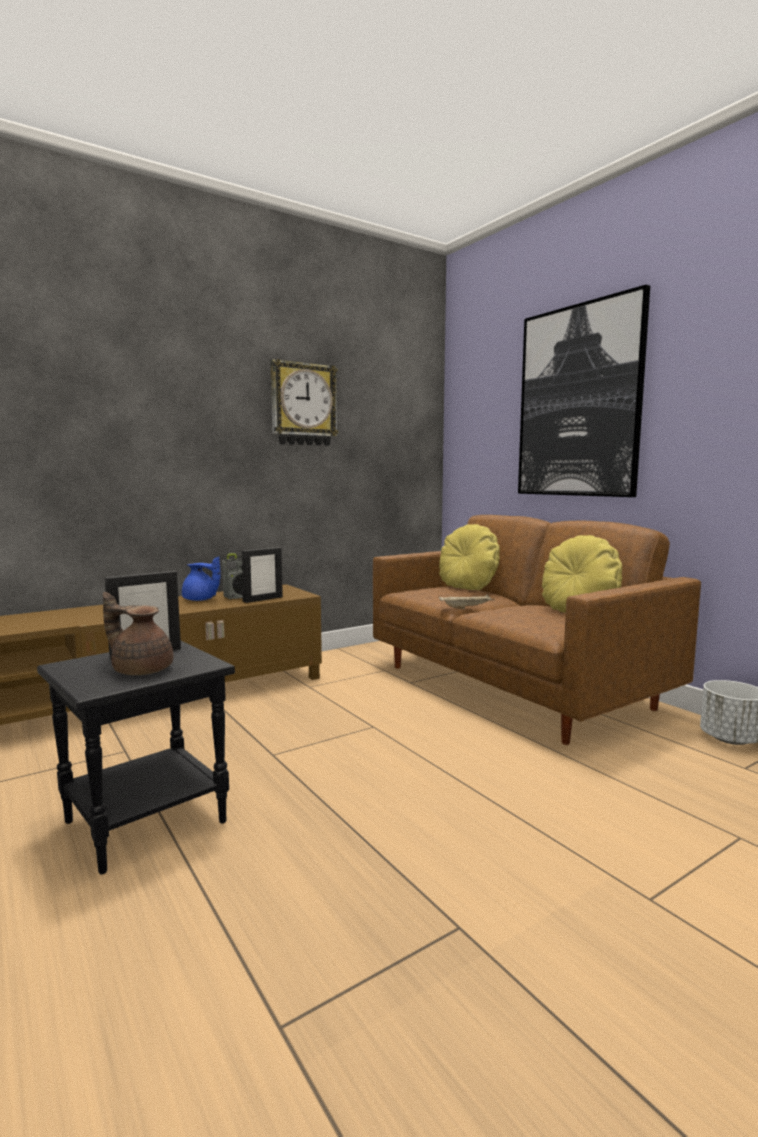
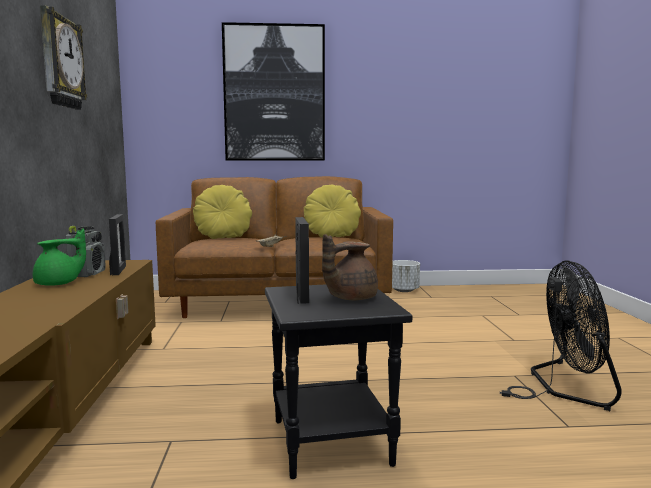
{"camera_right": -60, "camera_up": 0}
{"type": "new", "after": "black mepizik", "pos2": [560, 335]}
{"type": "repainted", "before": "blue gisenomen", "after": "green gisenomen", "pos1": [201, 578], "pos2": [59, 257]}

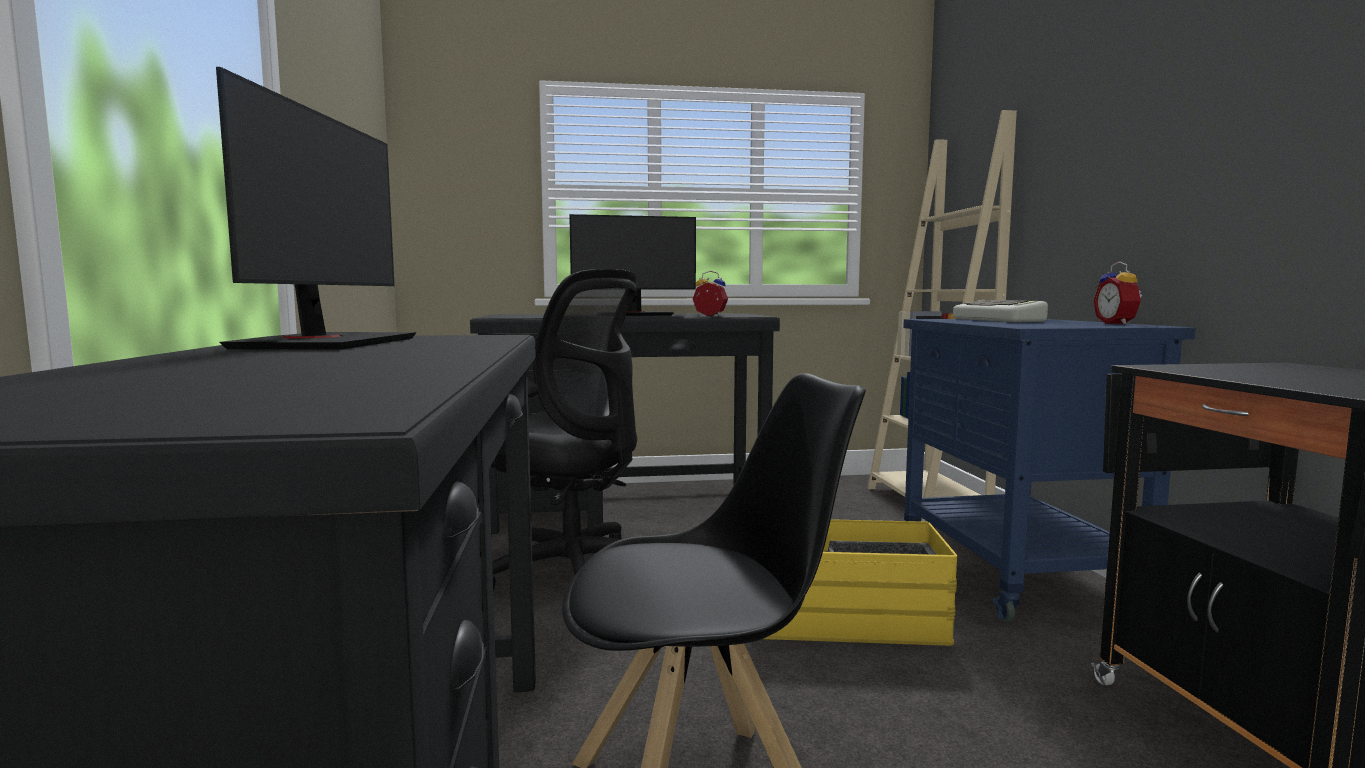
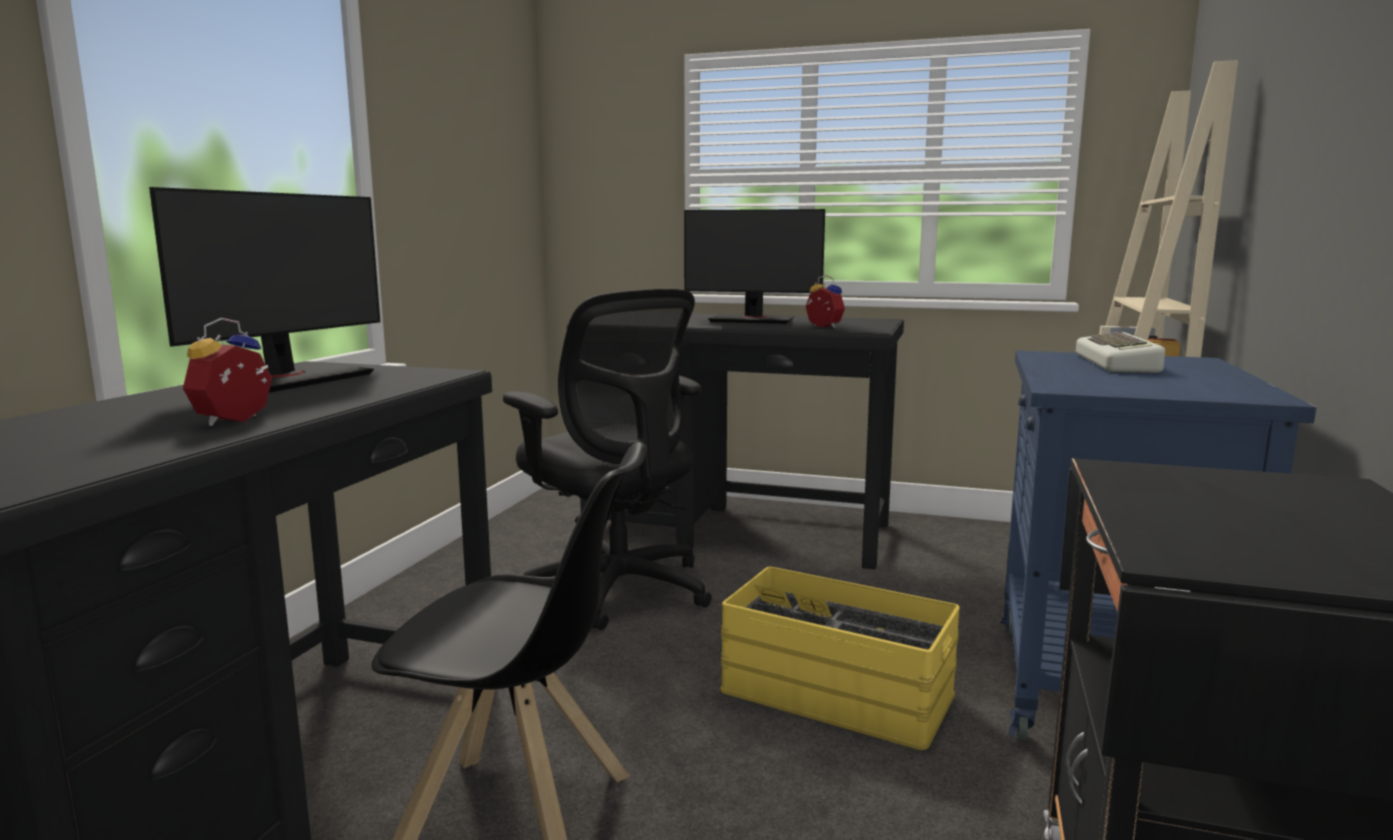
{"camera_right": 25, "camera_up": 5}
{"type": "shifted", "before": "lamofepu", "pos1": [1117, 292], "pos2": [227, 372]}

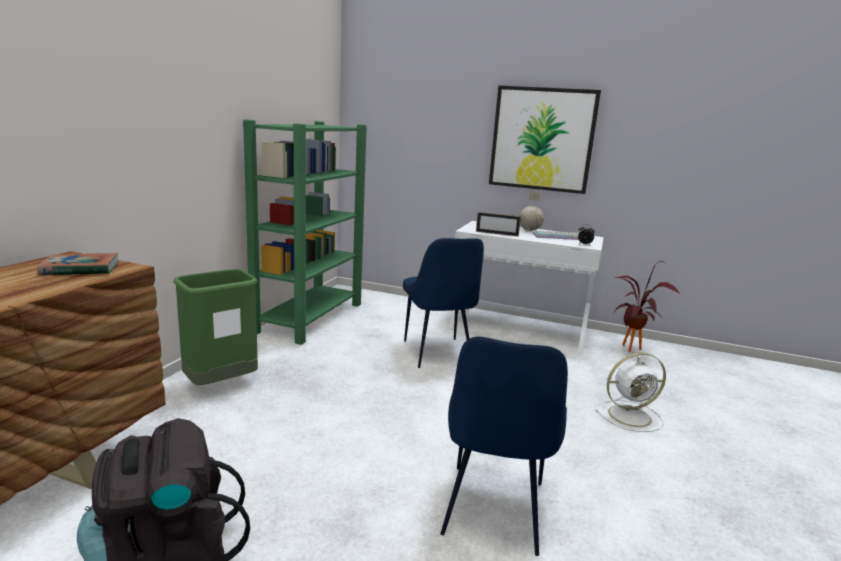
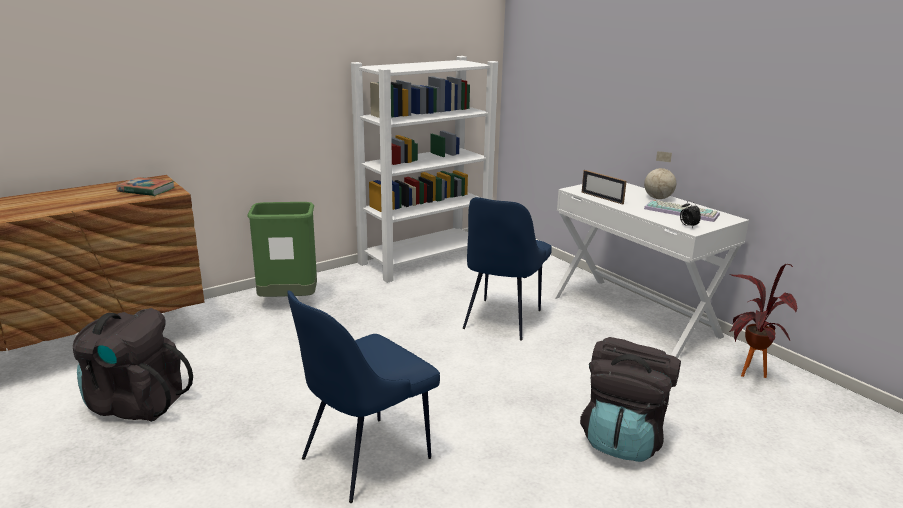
{"camera_right": 35, "camera_up": 5}
{"type": "gone", "before": "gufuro", "pos1": [545, 140]}
{"type": "swapped", "before": "white mepizik", "after": "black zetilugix", "pos1": [630, 392], "pos2": [630, 399]}
{"type": "repainted", "before": "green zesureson", "after": "white zesureson", "pos1": [305, 232], "pos2": [424, 169]}

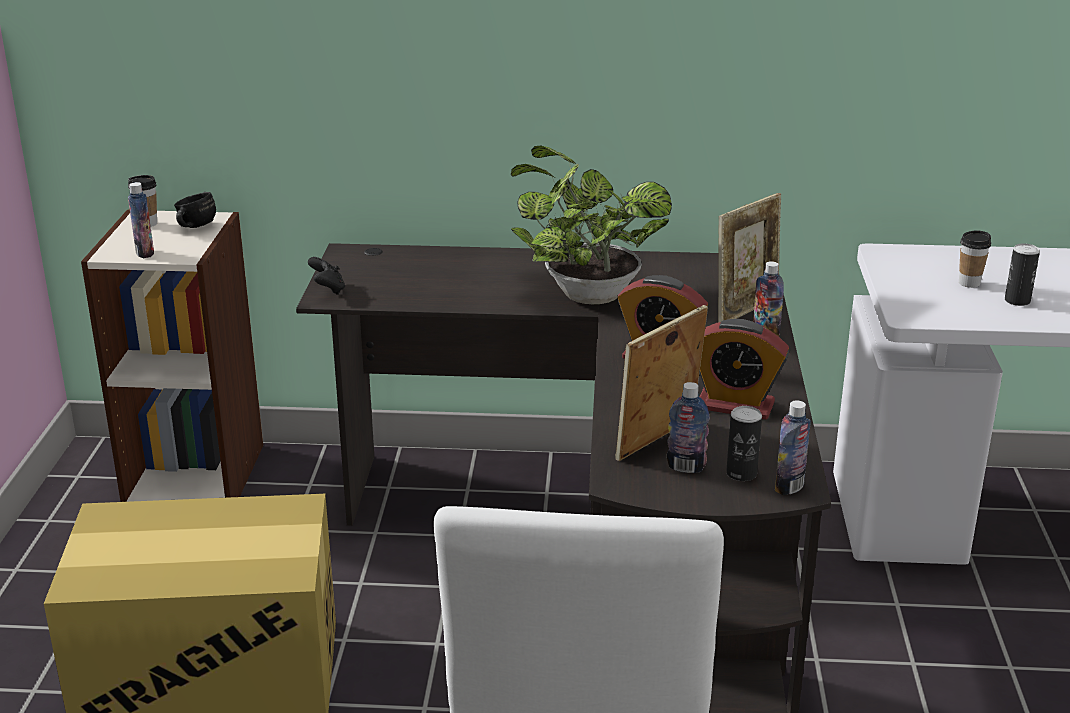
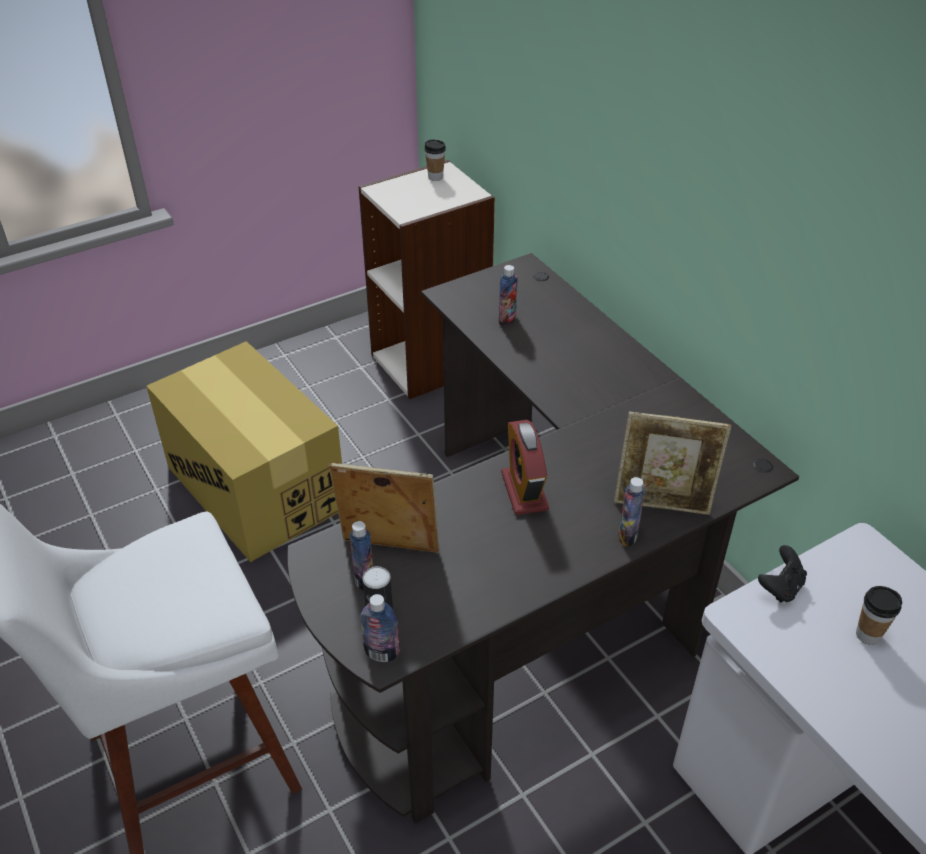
{"camera_right": 55, "camera_up": 15}
{"type": "gone", "before": "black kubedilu", "pos1": [195, 210]}
{"type": "gone", "before": "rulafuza", "pos1": [591, 225]}
{"type": "gone", "before": "lamofepu", "pos1": [744, 369]}
{"type": "gone", "before": "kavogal", "pos1": [1022, 274]}
{"type": "shifted", "before": "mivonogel", "pos1": [141, 220], "pos2": [508, 295]}
{"type": "shifted", "before": "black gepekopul", "pos1": [326, 276], "pos2": [782, 574]}

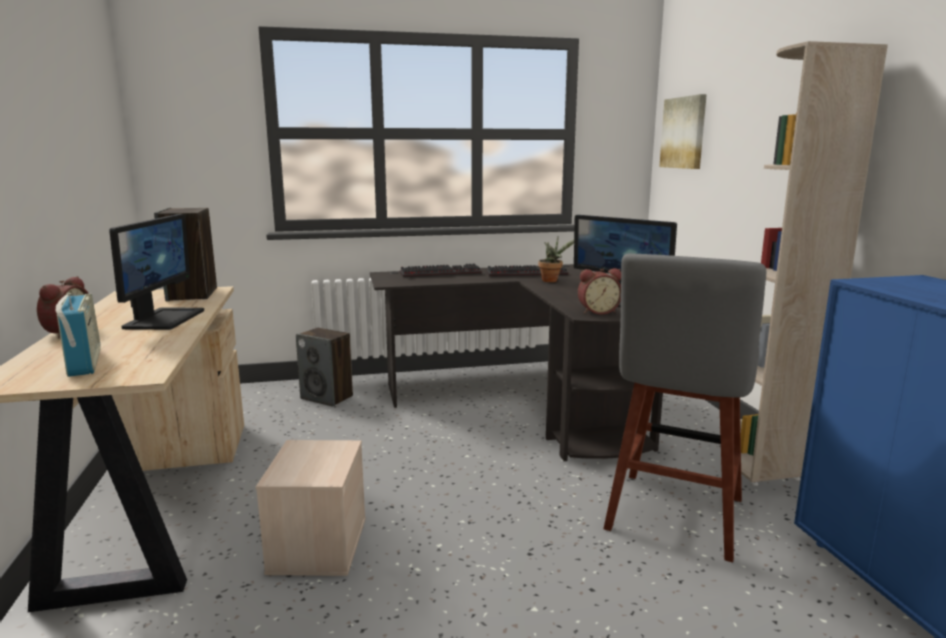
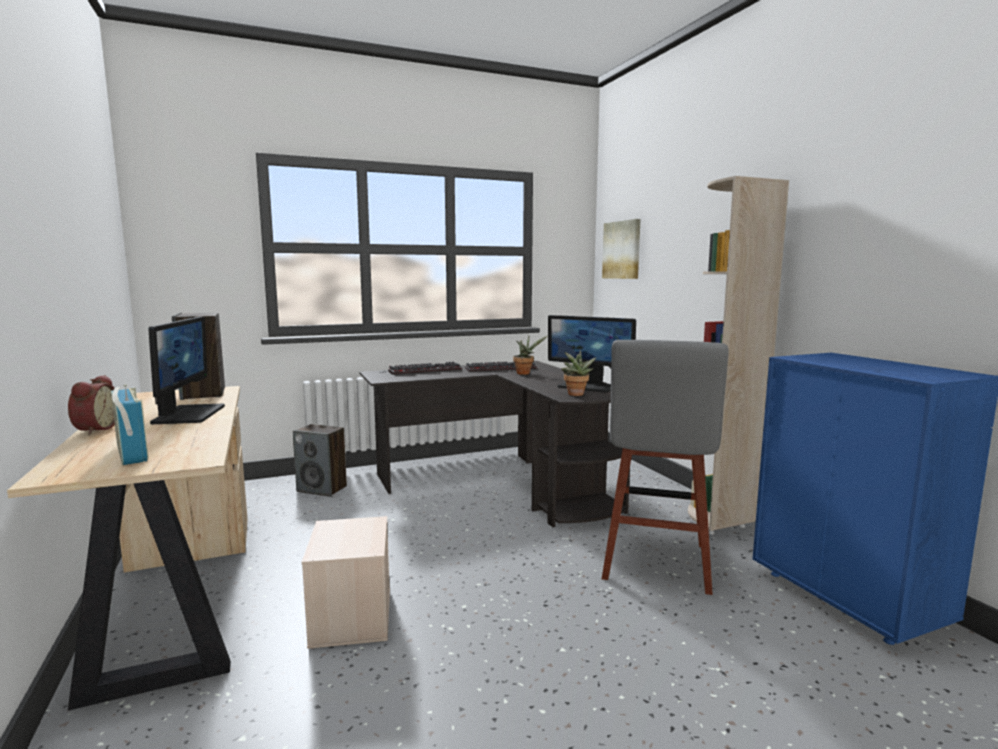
{"camera_right": -10, "camera_up": -5}
{"type": "swapped", "before": "lamofepu", "after": "rulafuza", "pos1": [599, 291], "pos2": [579, 373]}

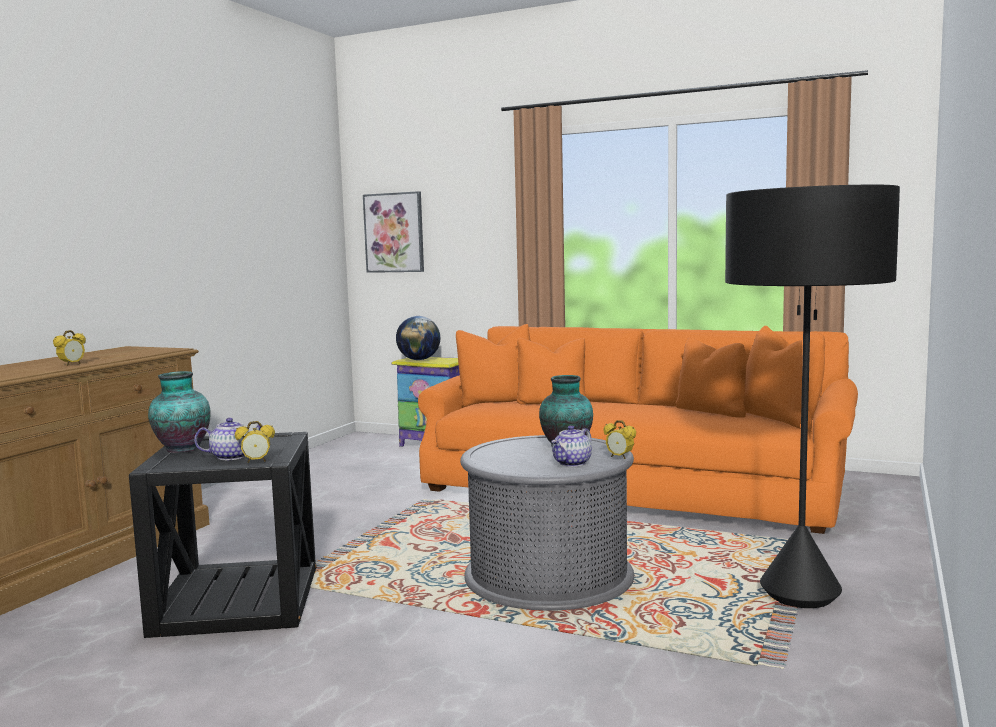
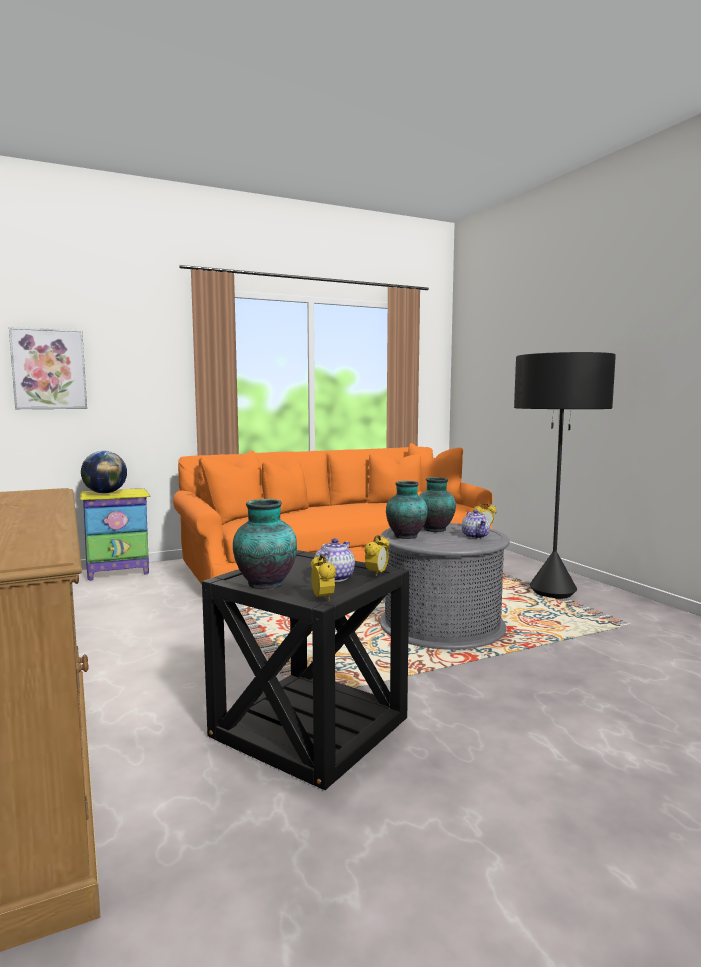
{"camera_right": -50, "camera_up": 0}
{"type": "new", "after": "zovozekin", "pos2": [407, 510]}
{"type": "shifted", "before": "lamofepu", "pos1": [69, 348], "pos2": [323, 577]}

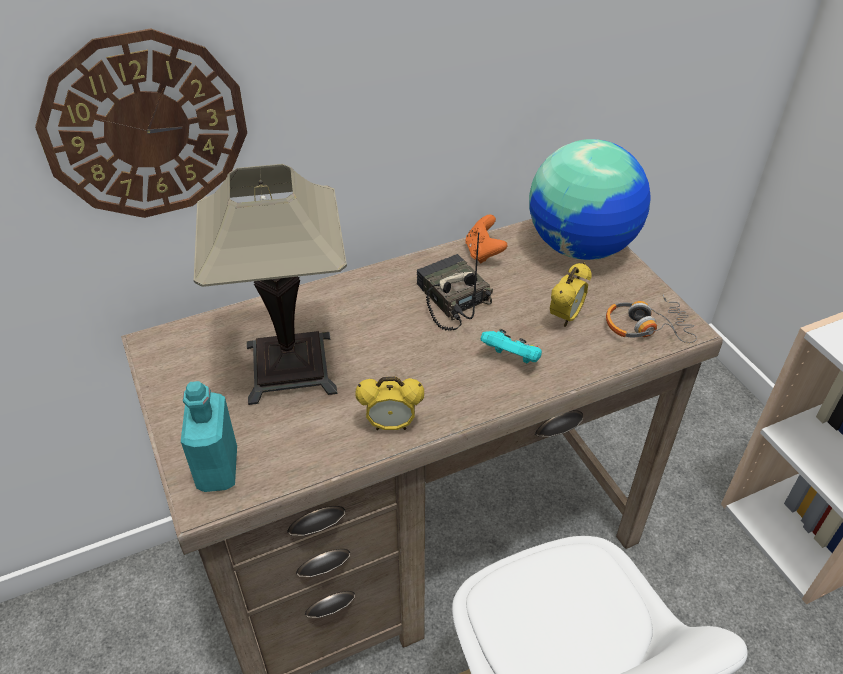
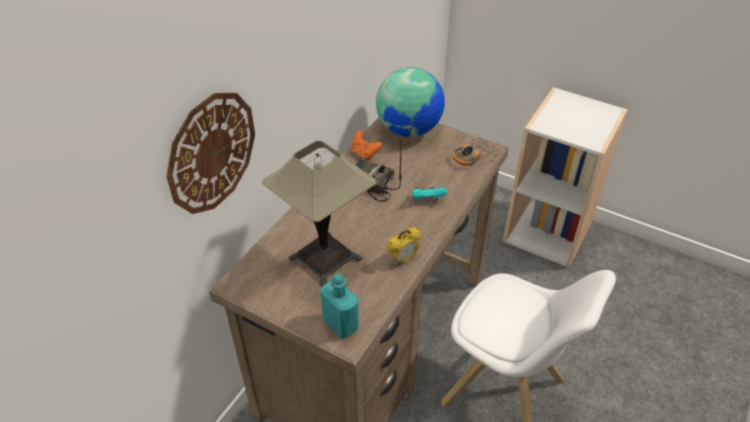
{"camera_right": -35, "camera_up": 0}
{"type": "gone", "before": "lamofepu", "pos1": [571, 294]}

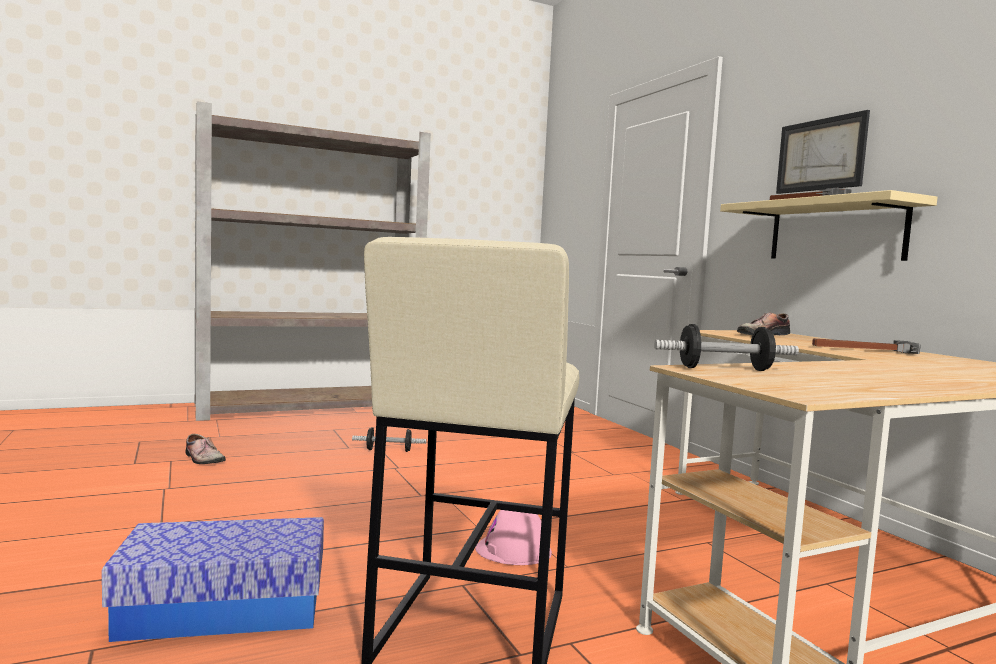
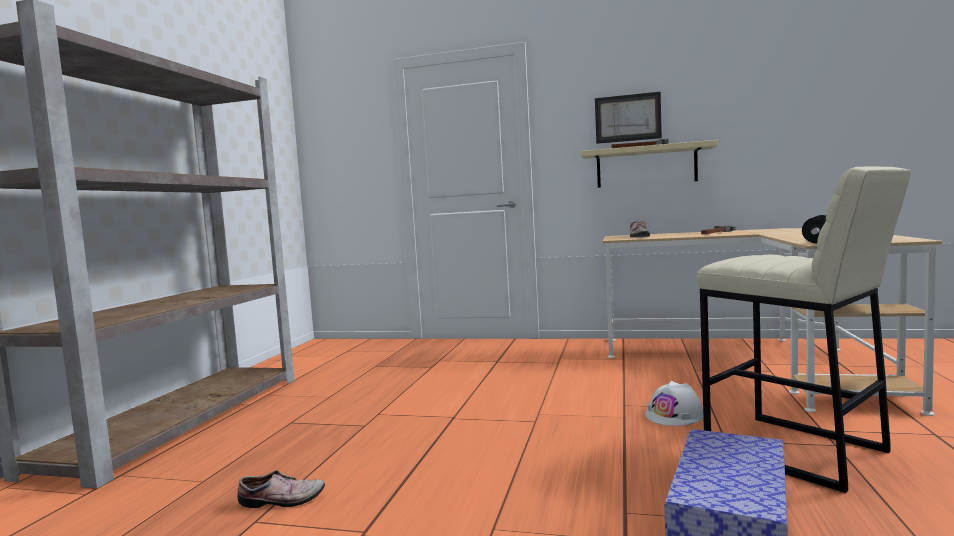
{"camera_right": -50, "camera_up": 0}
{"type": "gone", "before": "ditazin", "pos1": [389, 439]}
{"type": "repainted", "before": "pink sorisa", "after": "white sorisa", "pos1": [513, 537], "pos2": [674, 403]}

